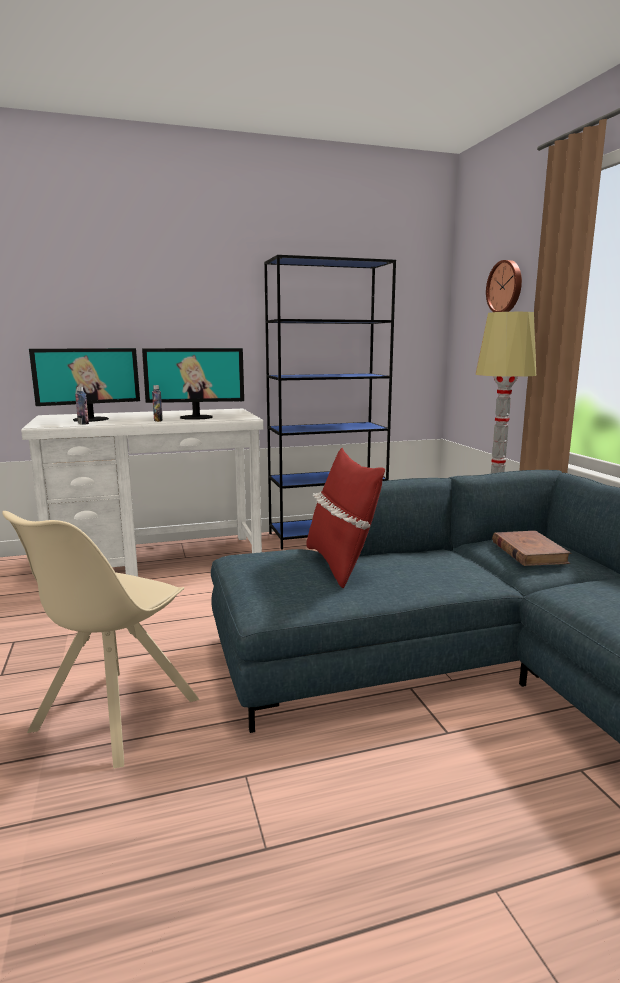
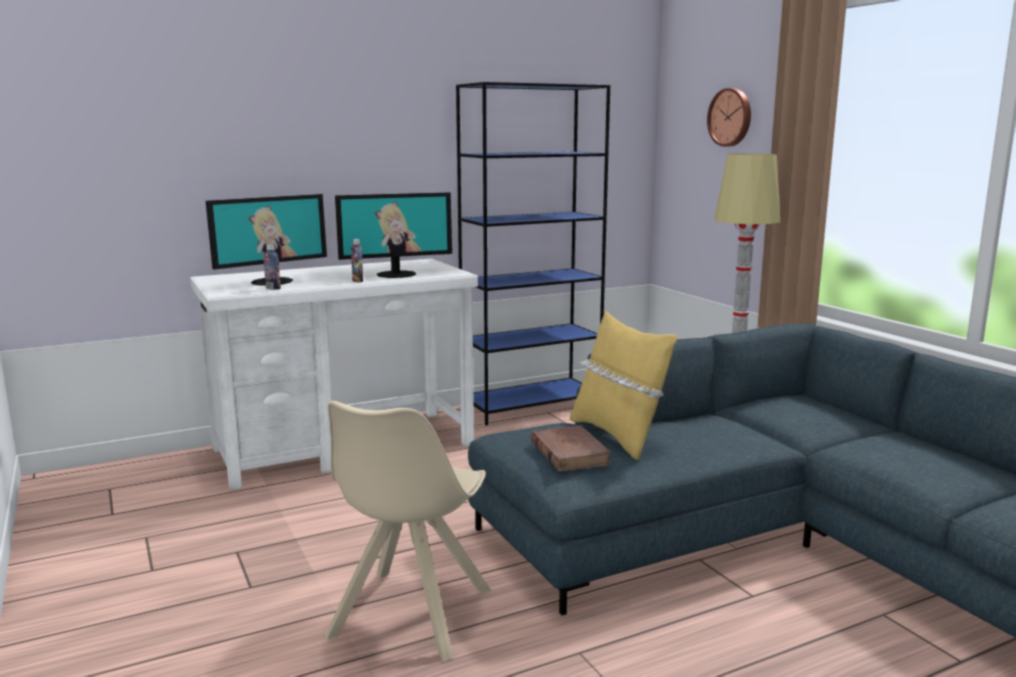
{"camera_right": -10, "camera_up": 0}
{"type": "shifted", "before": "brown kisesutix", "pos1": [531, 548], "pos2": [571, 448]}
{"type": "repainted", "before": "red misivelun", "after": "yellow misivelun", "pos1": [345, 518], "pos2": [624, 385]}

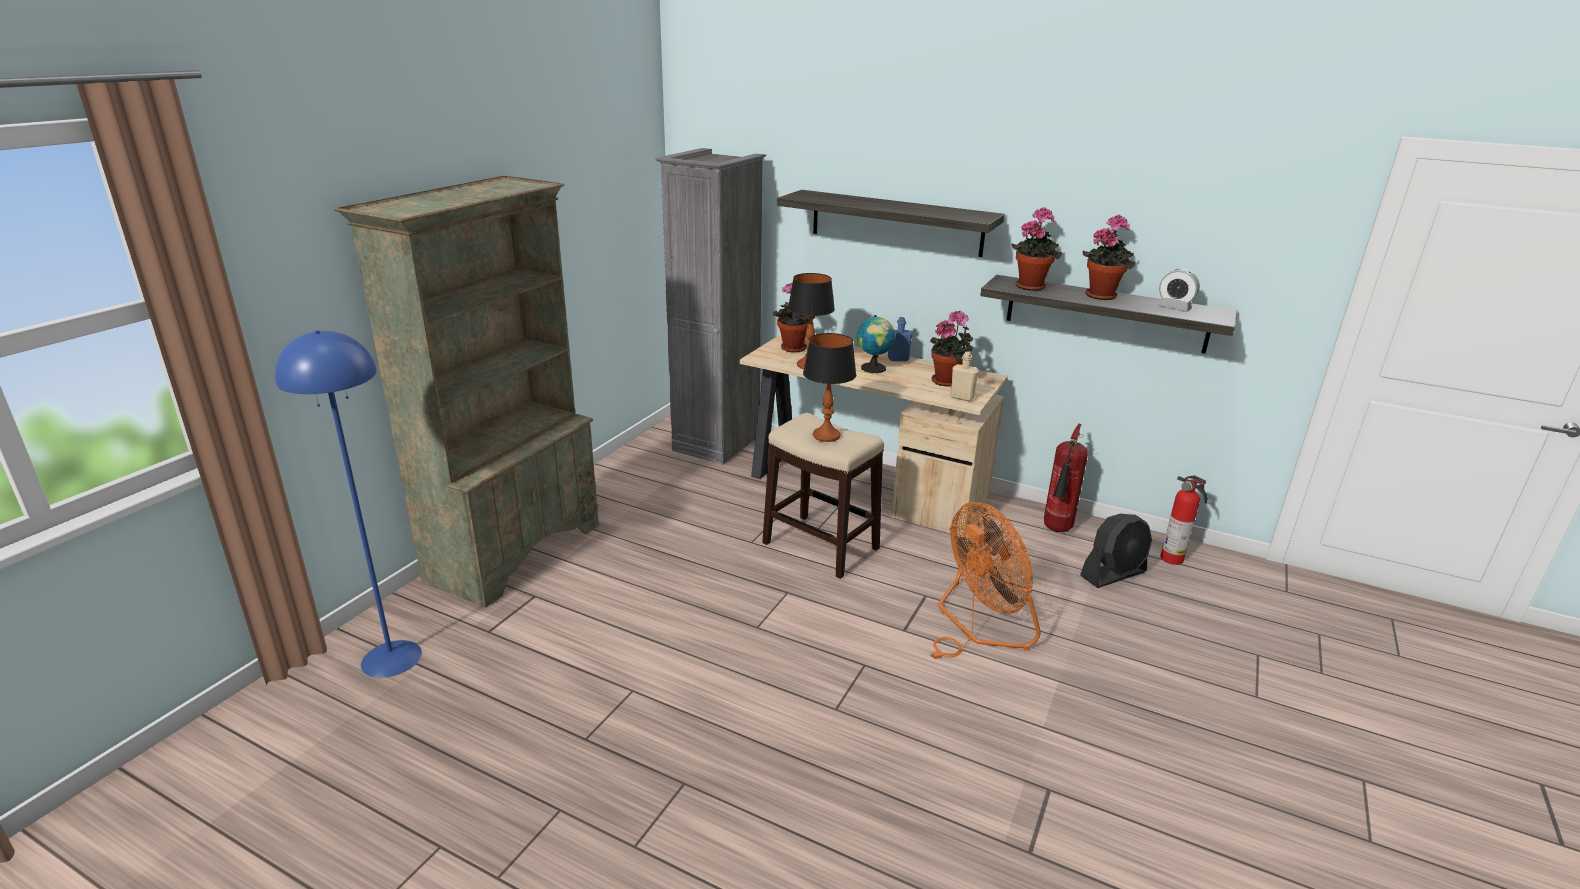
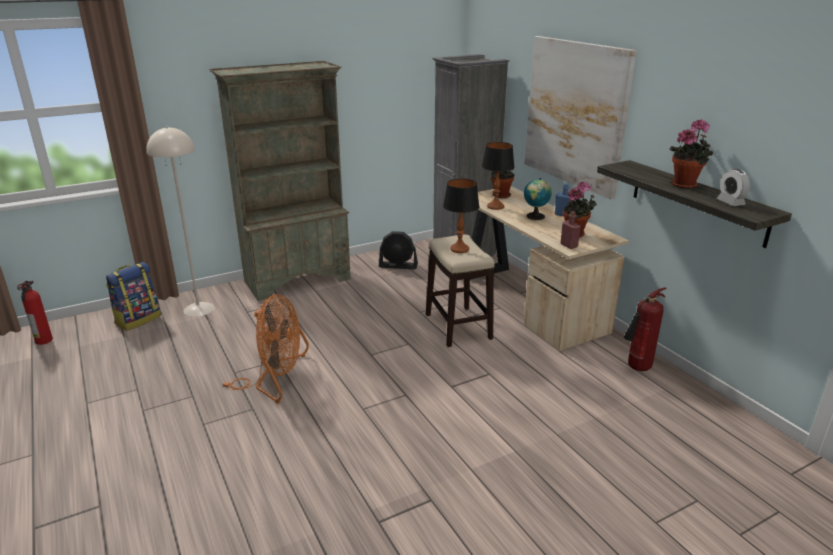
{"camera_right": 35, "camera_up": 0}
{"type": "gone", "before": "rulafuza", "pos1": [1036, 249]}
{"type": "new", "after": "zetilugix", "pos2": [133, 296]}
{"type": "shifted", "before": "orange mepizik", "pos1": [986, 580], "pos2": [266, 349]}
{"type": "shifted", "before": "black mepizik", "pos1": [1116, 551], "pos2": [398, 250]}
{"type": "shifted", "before": "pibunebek", "pos1": [1184, 520], "pos2": [35, 313]}
{"type": "swapped", "before": "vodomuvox", "after": "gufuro", "pos1": [891, 223], "pos2": [580, 117]}
{"type": "repainted", "before": "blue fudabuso", "after": "beige fudabuso", "pos1": [348, 504], "pos2": [180, 222]}
{"type": "repainted", "before": "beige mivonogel", "after": "red mivonogel", "pos1": [964, 376], "pos2": [570, 230]}

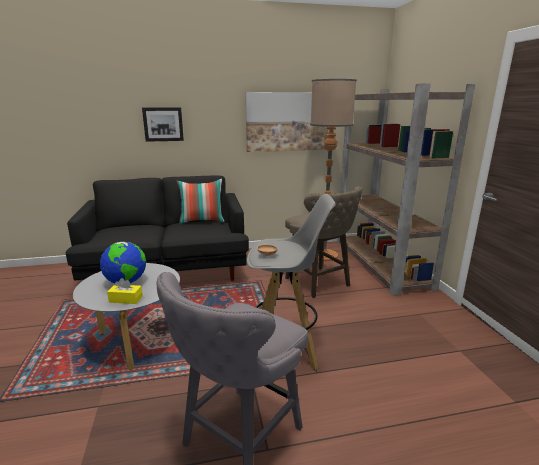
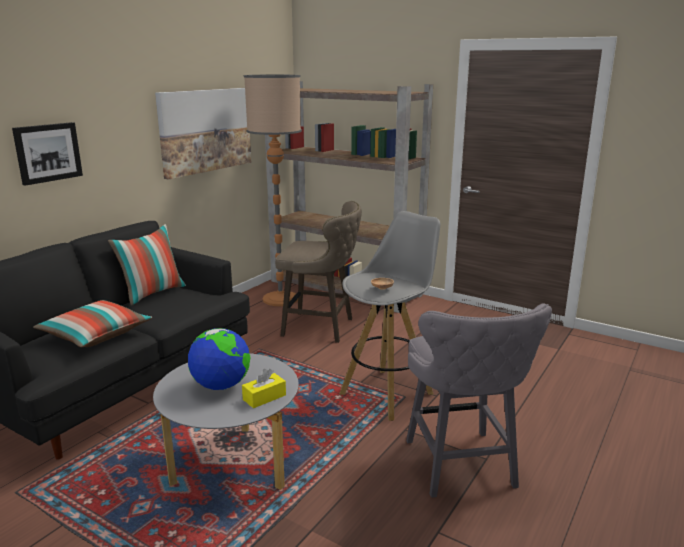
{"camera_right": -45, "camera_up": 0}
{"type": "new", "after": "misivelun", "pos2": [92, 323]}

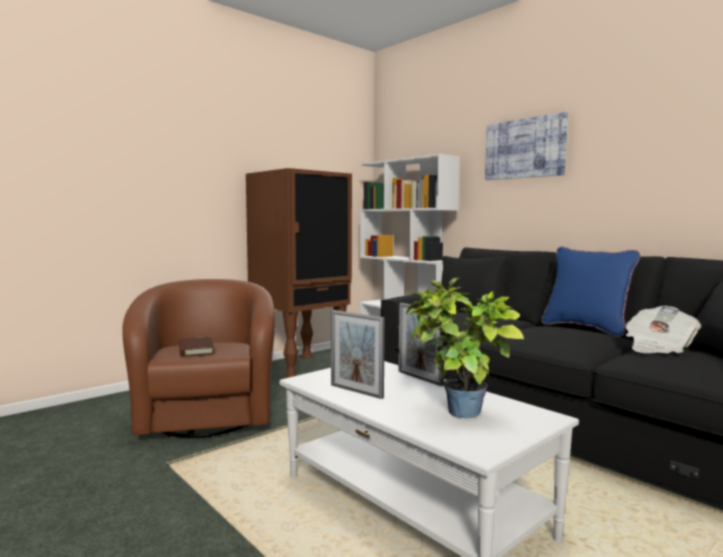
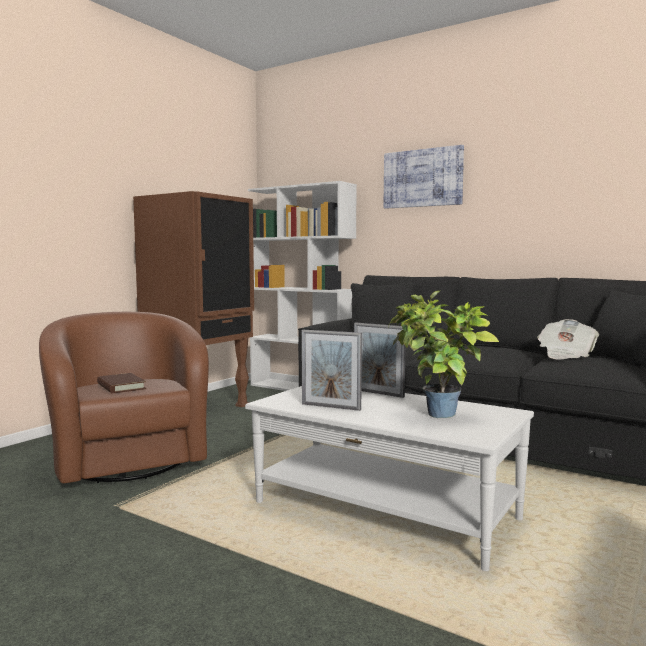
{"camera_right": -15, "camera_up": 0}
{"type": "gone", "before": "blue misivelun", "pos1": [591, 292]}

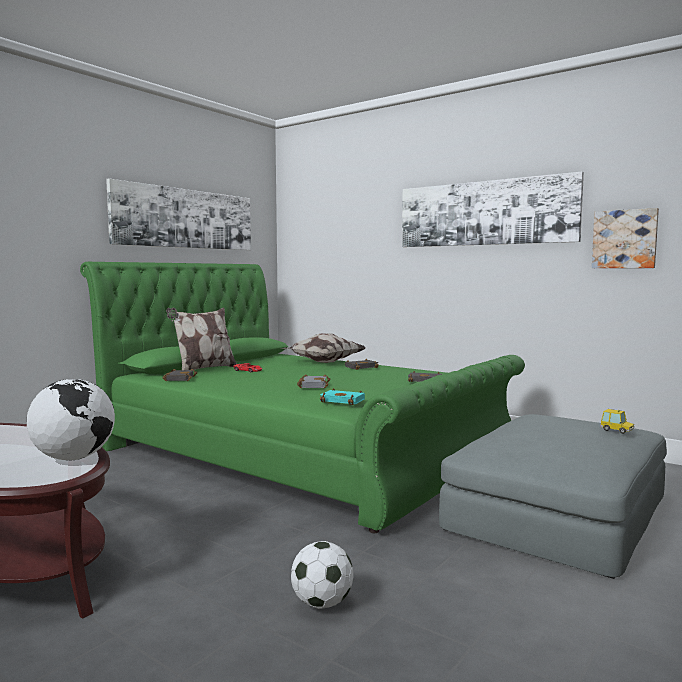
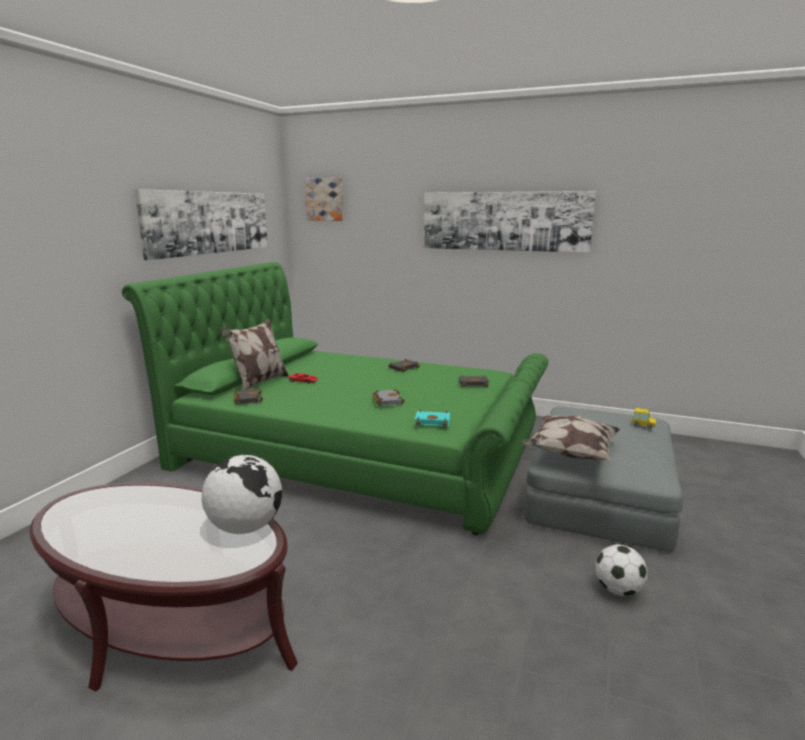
{"camera_right": -15, "camera_up": 10}
{"type": "shifted", "before": "misivelun", "pos1": [323, 348], "pos2": [570, 437]}
{"type": "shifted", "before": "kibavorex", "pos1": [322, 575], "pos2": [621, 570]}
{"type": "shifted", "before": "gufuro", "pos1": [625, 238], "pos2": [324, 199]}

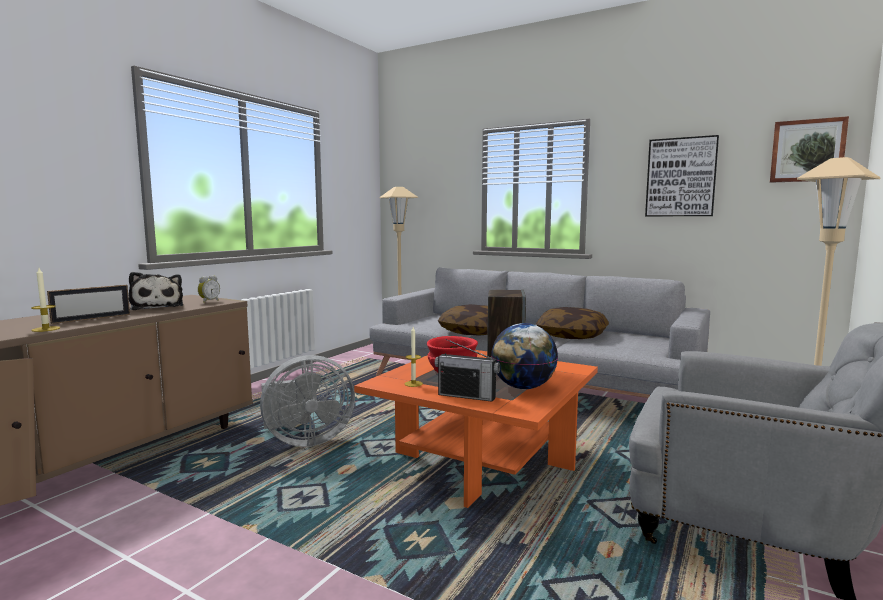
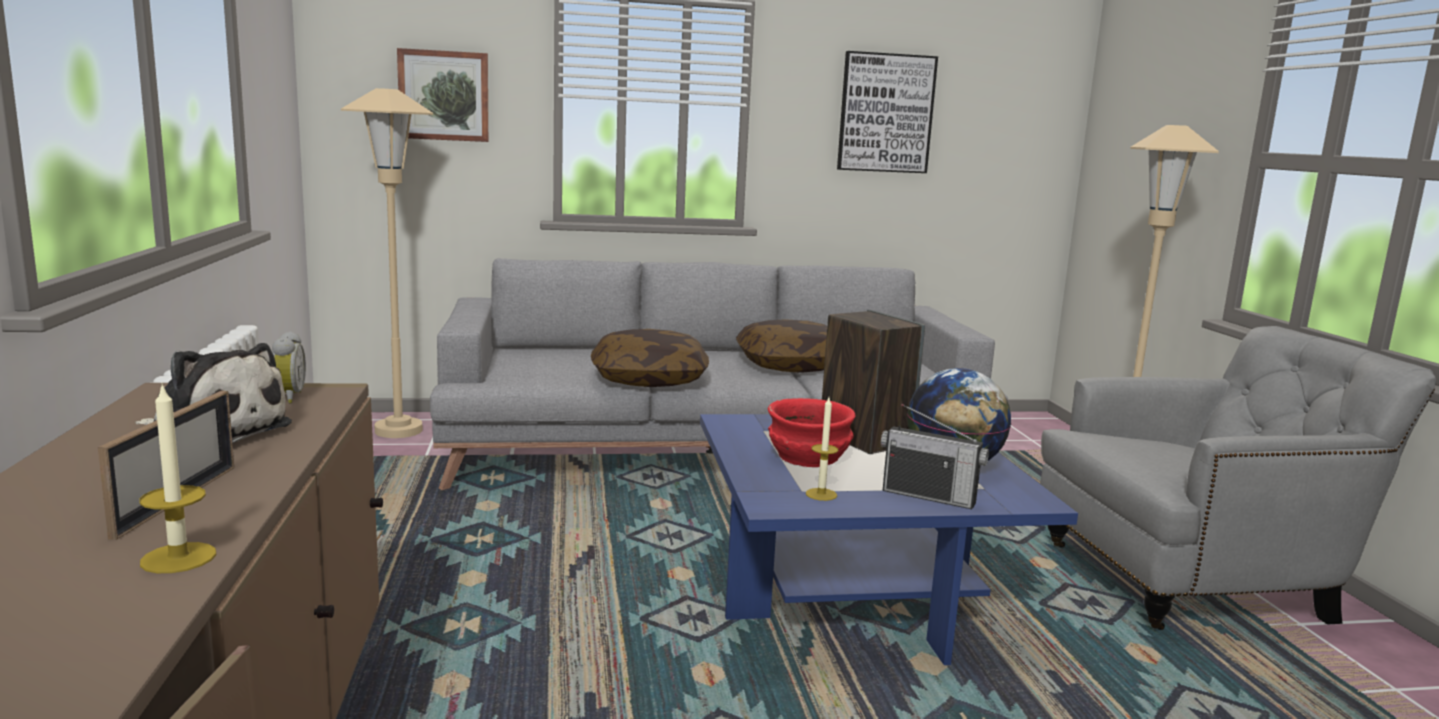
{"camera_right": -40, "camera_up": 5}
{"type": "gone", "before": "grey mepizik", "pos1": [307, 401]}
{"type": "shifted", "before": "gufuro", "pos1": [809, 149], "pos2": [442, 95]}
{"type": "repainted", "before": "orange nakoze", "after": "blue nakoze", "pos1": [476, 429], "pos2": [889, 539]}
{"type": "rotated", "before": "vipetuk", "pos1": [467, 370], "pos2": [935, 456], "turn": 45}

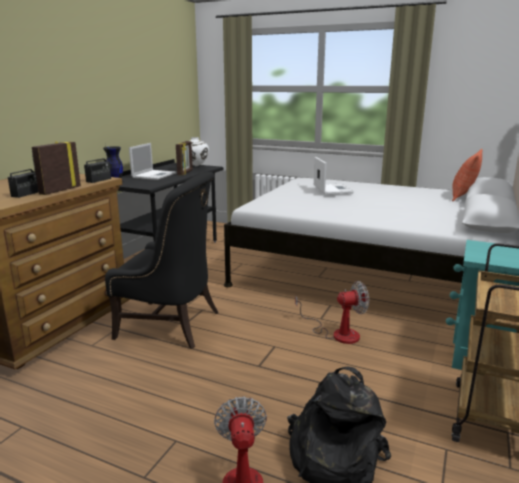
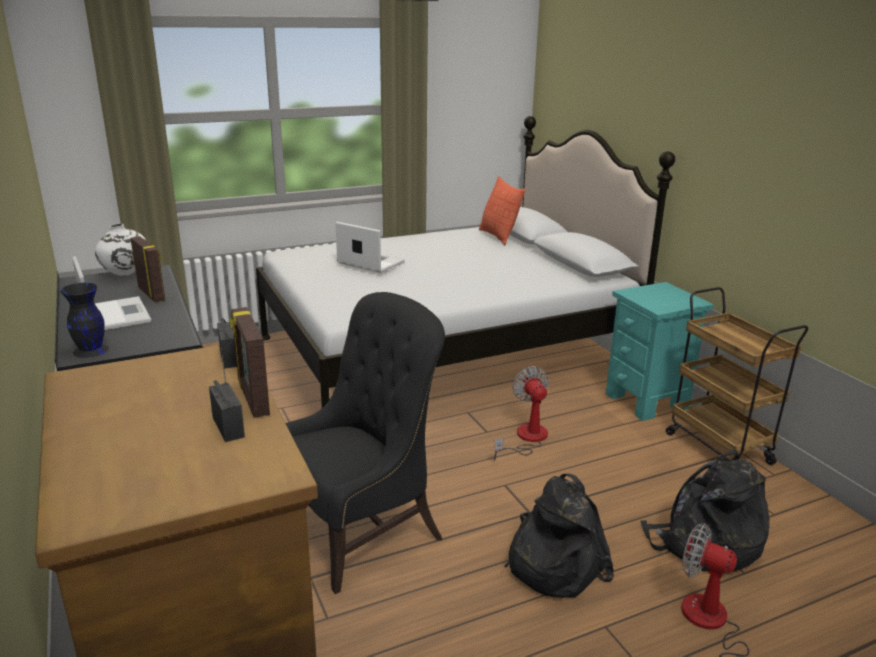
{"camera_right": -50, "camera_up": 5}
{"type": "new", "after": "black zetilugix", "pos2": [559, 536]}
{"type": "rotated", "before": "mepizik", "pos1": [332, 312], "pos2": [521, 413], "turn": -45}

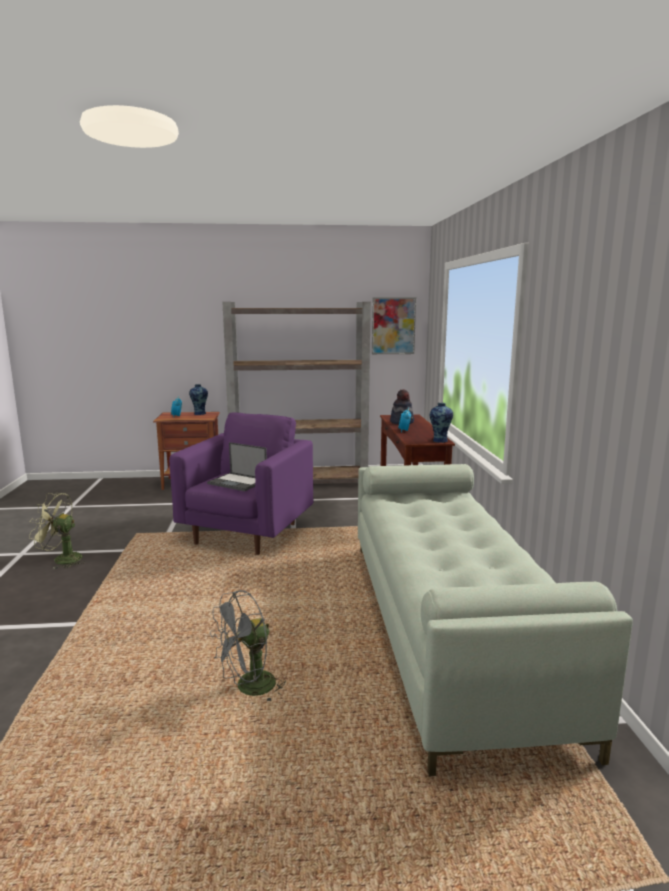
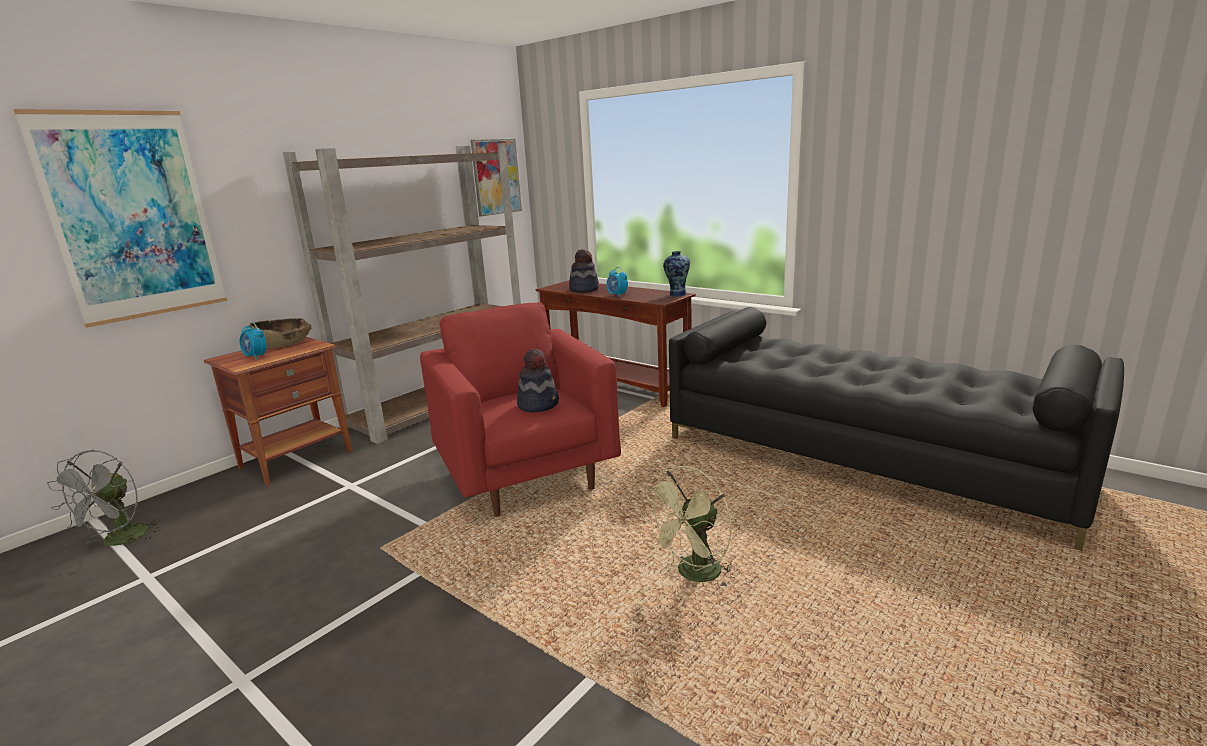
{"camera_right": -45, "camera_up": 5}
{"type": "new", "after": "gufuro", "pos2": [120, 218]}
{"type": "shifted", "before": "green mepizik", "pos1": [57, 531], "pos2": [689, 527]}
{"type": "shifted", "before": "grey mepizik", "pos1": [248, 645], "pos2": [104, 497]}
{"type": "swapped", "before": "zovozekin", "after": "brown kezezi", "pos1": [198, 399], "pos2": [280, 333]}
{"type": "swapped", "before": "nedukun", "after": "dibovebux", "pos1": [237, 466], "pos2": [538, 380]}
{"type": "repainted", "before": "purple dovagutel", "after": "red dovagutel", "pos1": [241, 483], "pos2": [520, 409]}
{"type": "repainted", "before": "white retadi", "after": "black retadi", "pos1": [495, 620], "pos2": [896, 429]}

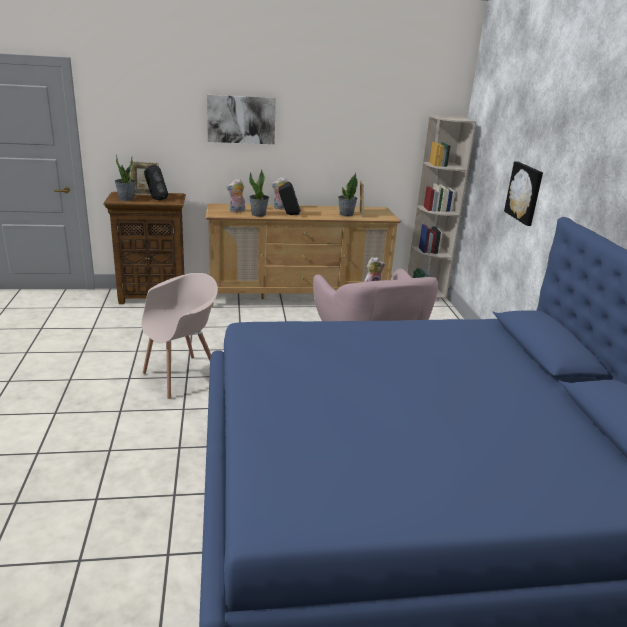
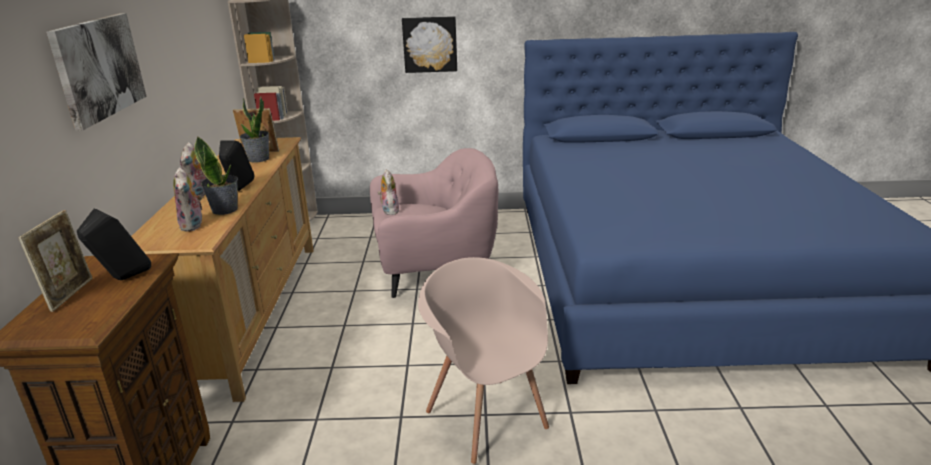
{"camera_right": -80, "camera_up": 0}
{"type": "gone", "before": "rulafuza", "pos1": [125, 178]}

